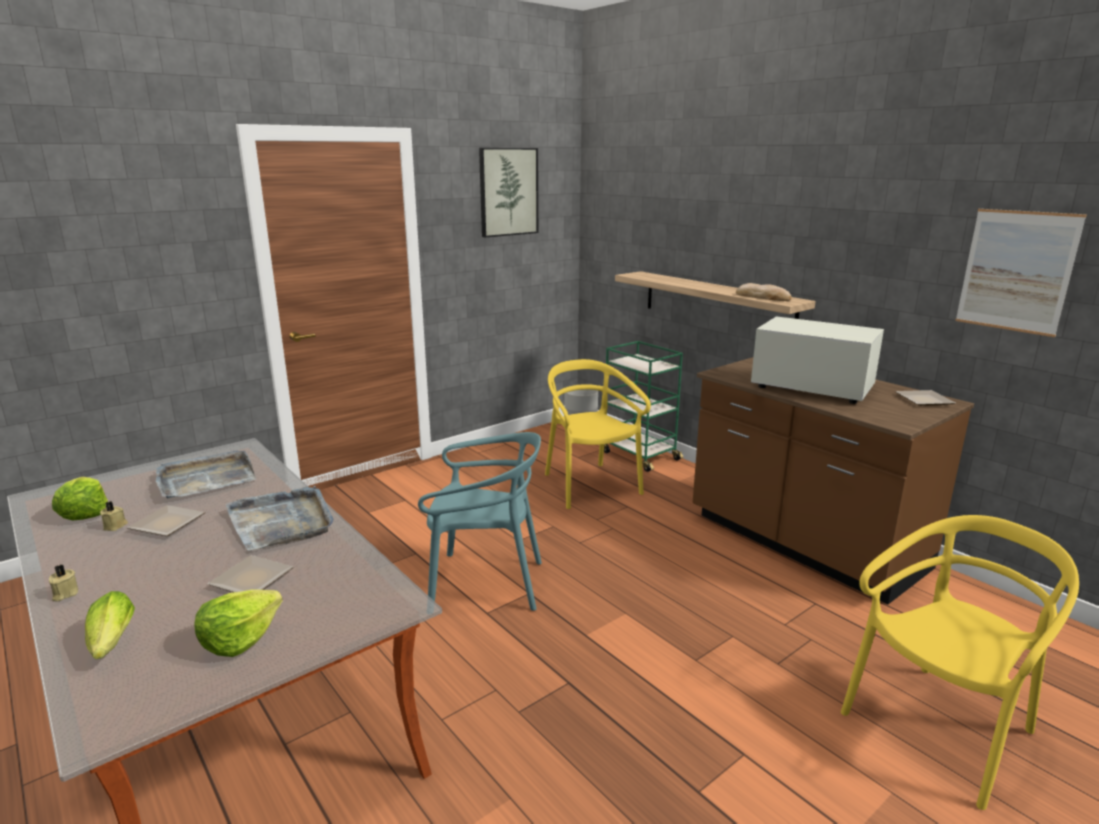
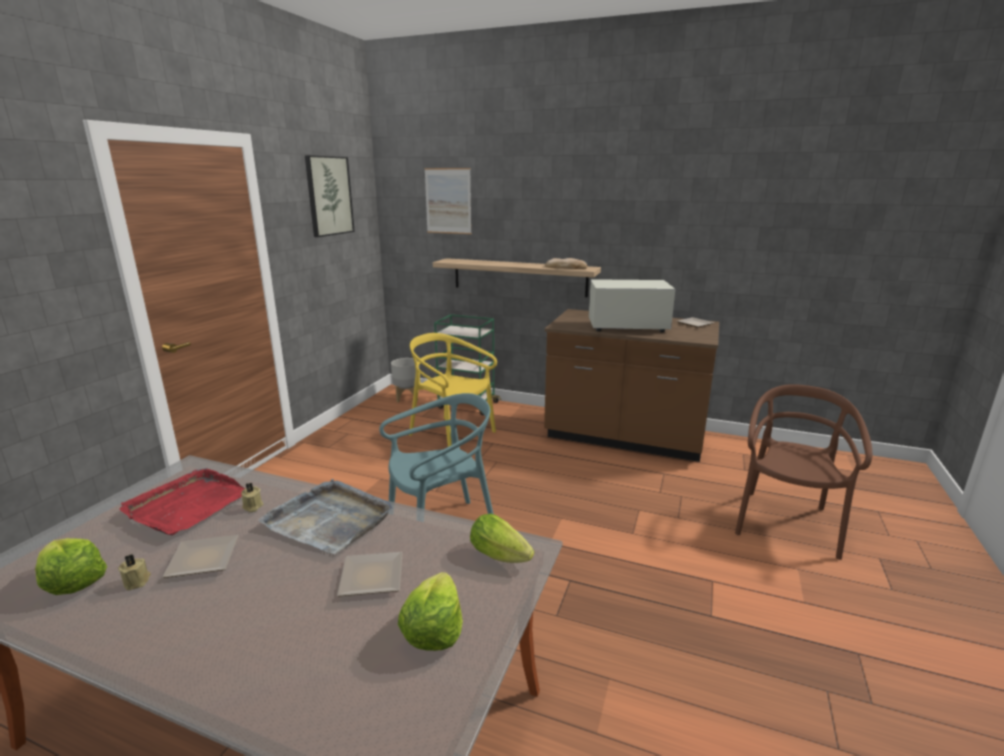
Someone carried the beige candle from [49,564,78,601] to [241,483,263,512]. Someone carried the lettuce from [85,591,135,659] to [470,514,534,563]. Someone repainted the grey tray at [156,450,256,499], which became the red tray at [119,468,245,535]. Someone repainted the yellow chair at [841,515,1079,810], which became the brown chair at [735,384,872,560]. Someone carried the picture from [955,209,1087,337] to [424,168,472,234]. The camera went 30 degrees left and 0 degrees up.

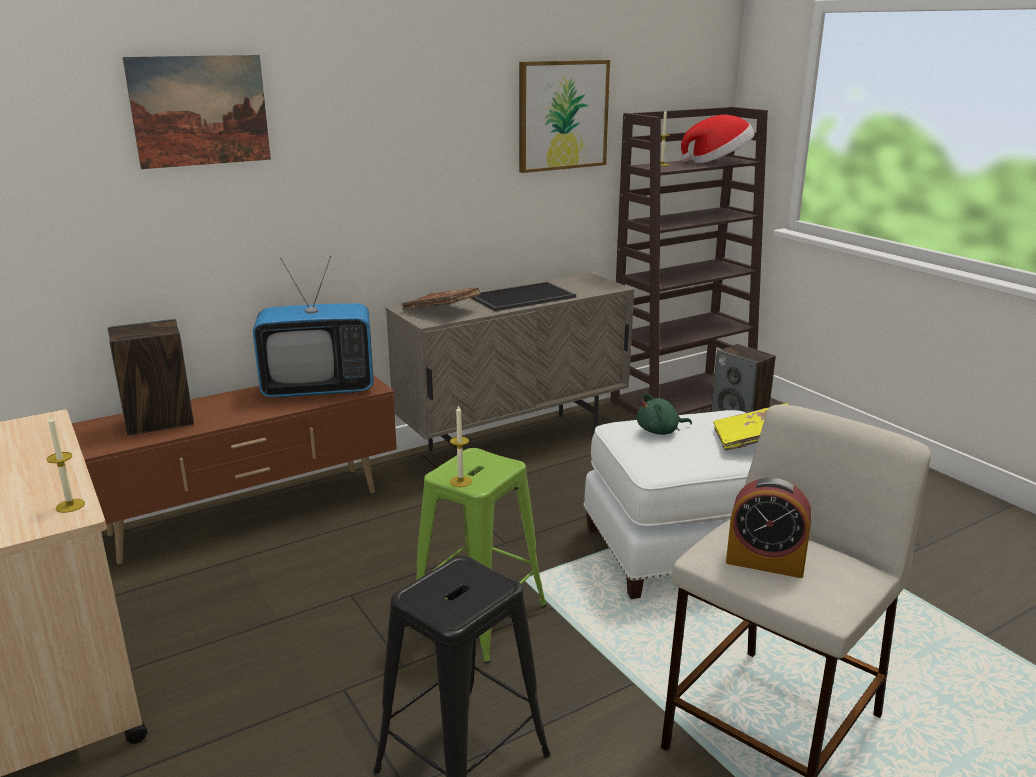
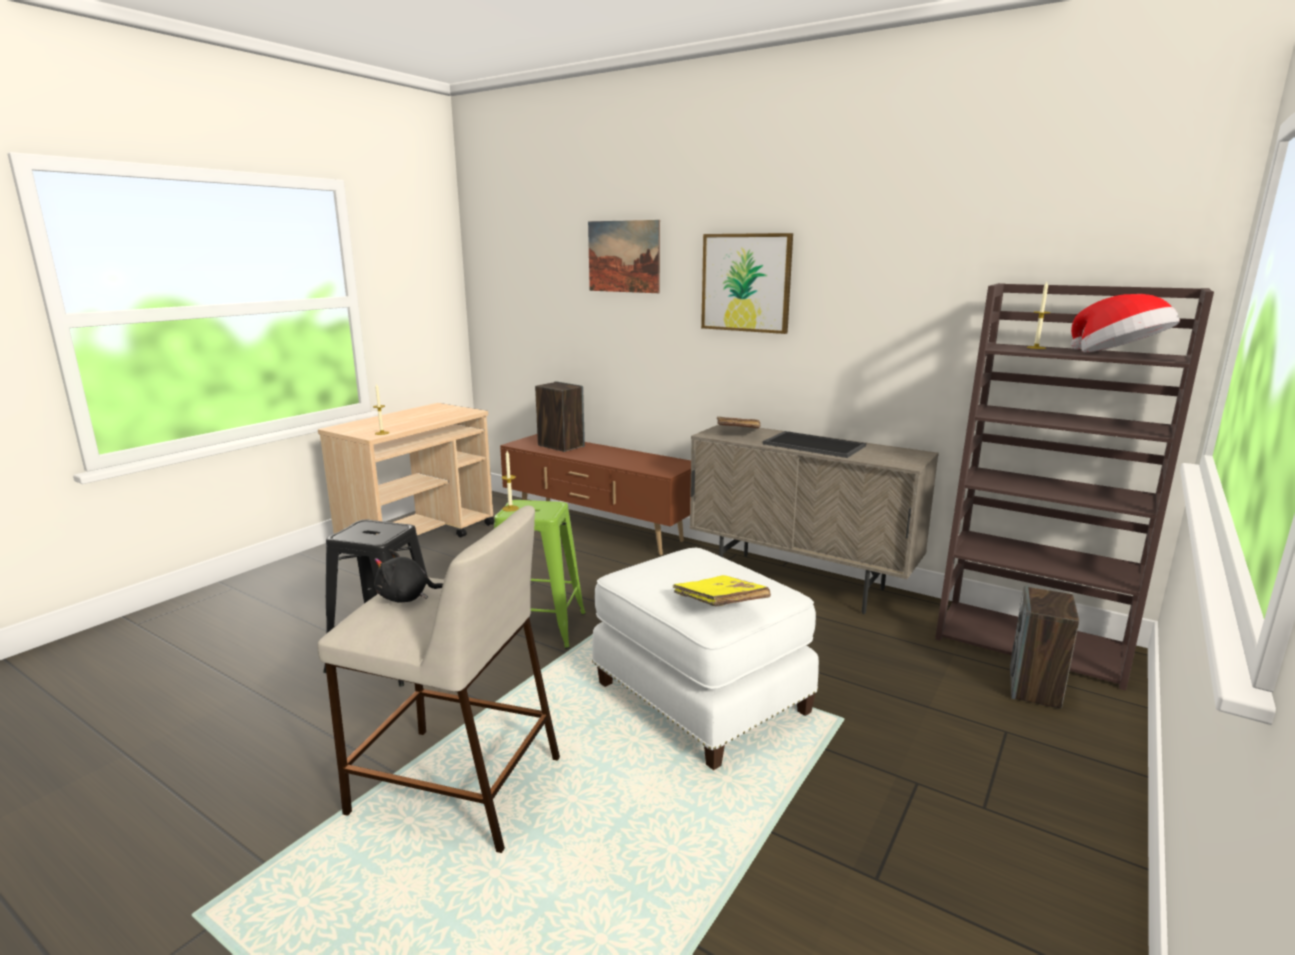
Someone took away the television at [253,256,374,398]. Someone carried the picture from [519,60,610,173] to [701,233,793,334]. Someone took away the green plush toy at [637,393,692,435]. Someone swapped the alarm clock at [726,478,811,578] for the black plush toy at [374,549,443,603]. The camera went 65 degrees right and 5 degrees down.

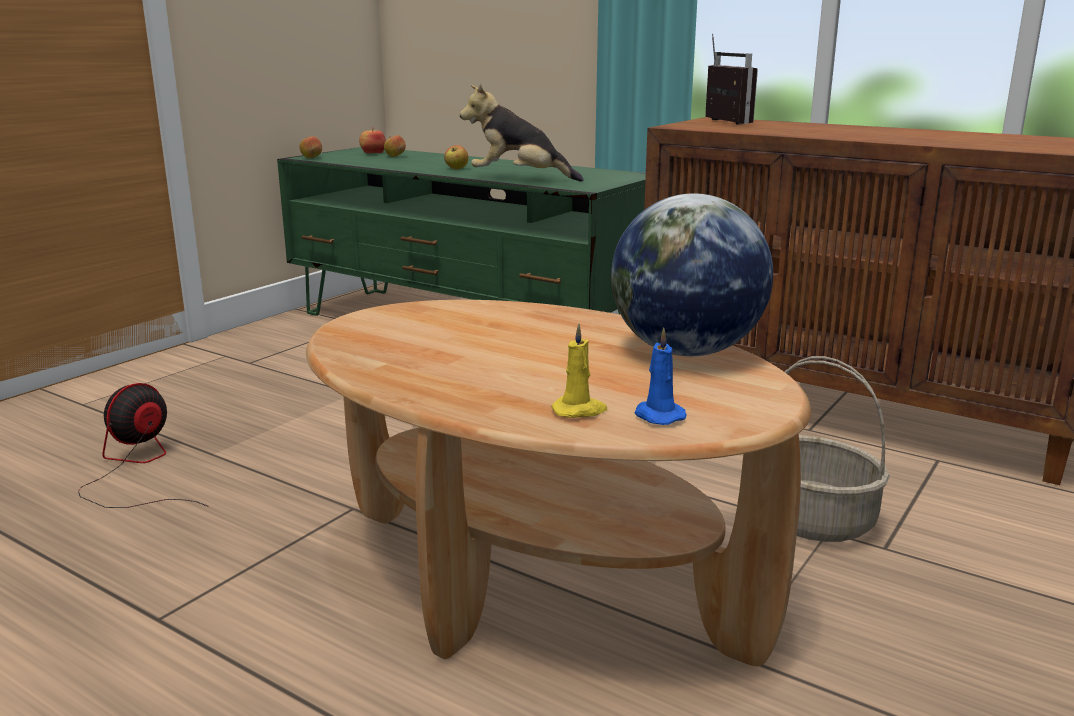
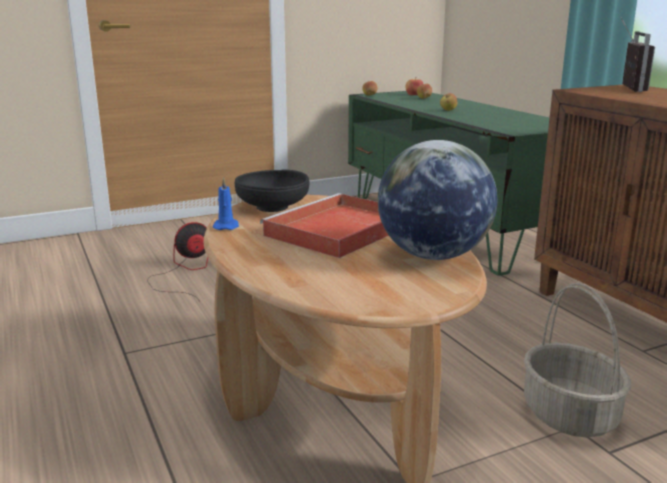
Someone took away the plush toy at [460,84,584,182]. Someone took away the yellow candle at [551,323,607,418]. Someone carried the blue candle from [635,328,687,425] to [213,177,239,230]. Someone put down the black bowl at [235,170,310,212]. Someone put down the red tray at [260,193,389,258]. The camera went 30 degrees right and 0 degrees up.

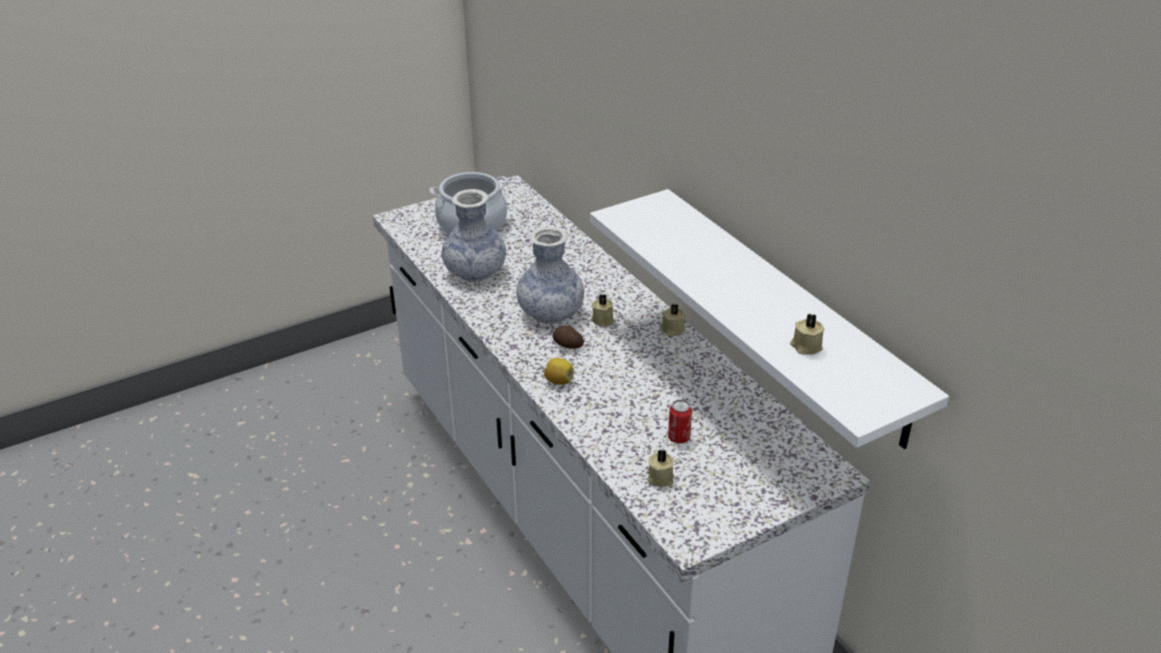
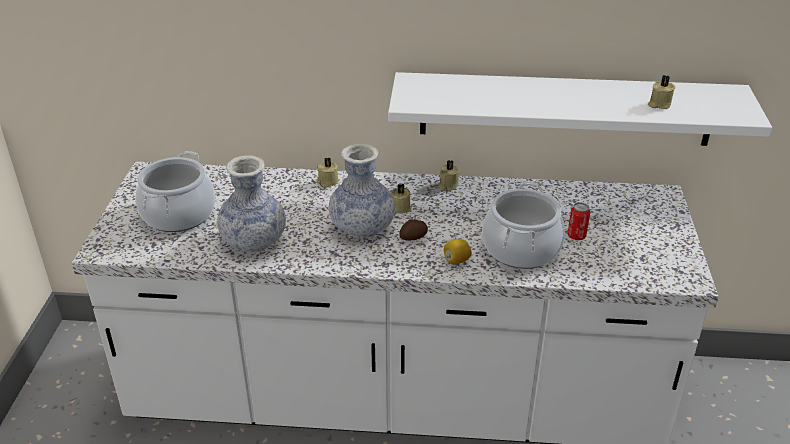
Someone carried the beige candle from [647,450,674,487] to [317,157,339,187]. Someone put down the cooking pot at [482,182,565,269]. The camera went 55 degrees left and 0 degrees up.

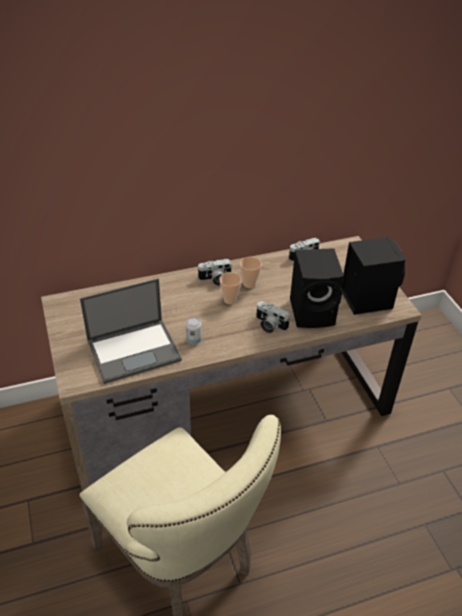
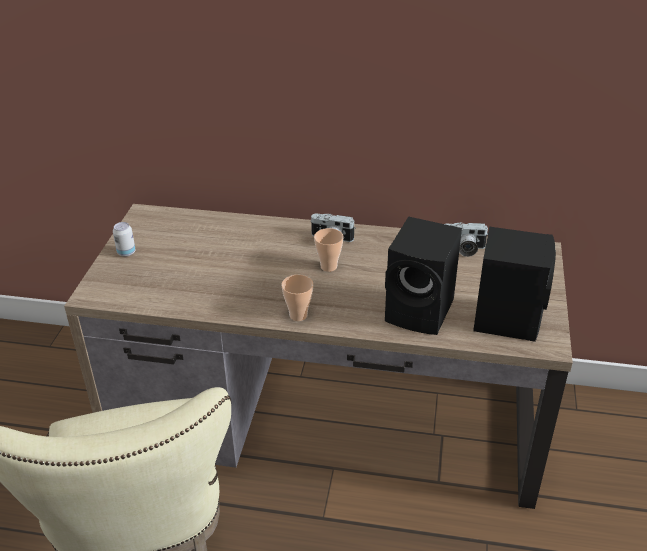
Someone took away the laptop at [80,278,182,384]. Someone carried the can from [186,317,202,345] to [113,222,136,257]. Someone carried the cup from [240,257,262,288] to [282,275,313,321]. Someone took away the photo camera at [256,301,290,333]. The camera went 30 degrees right and 5 degrees down.

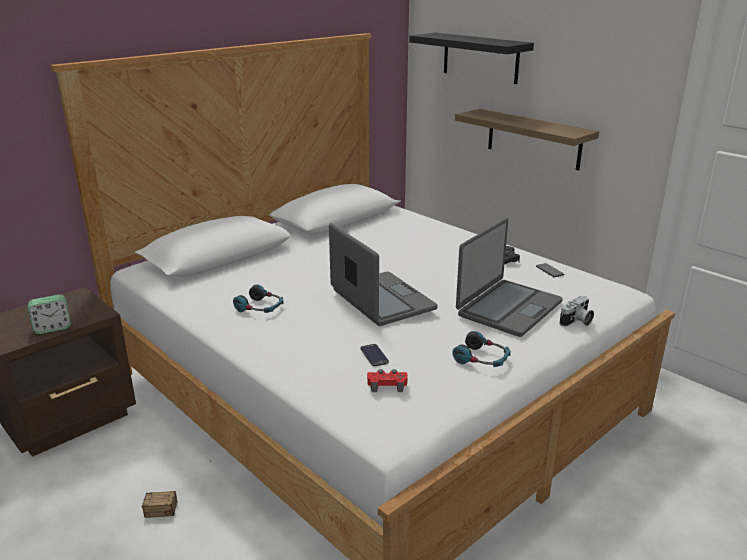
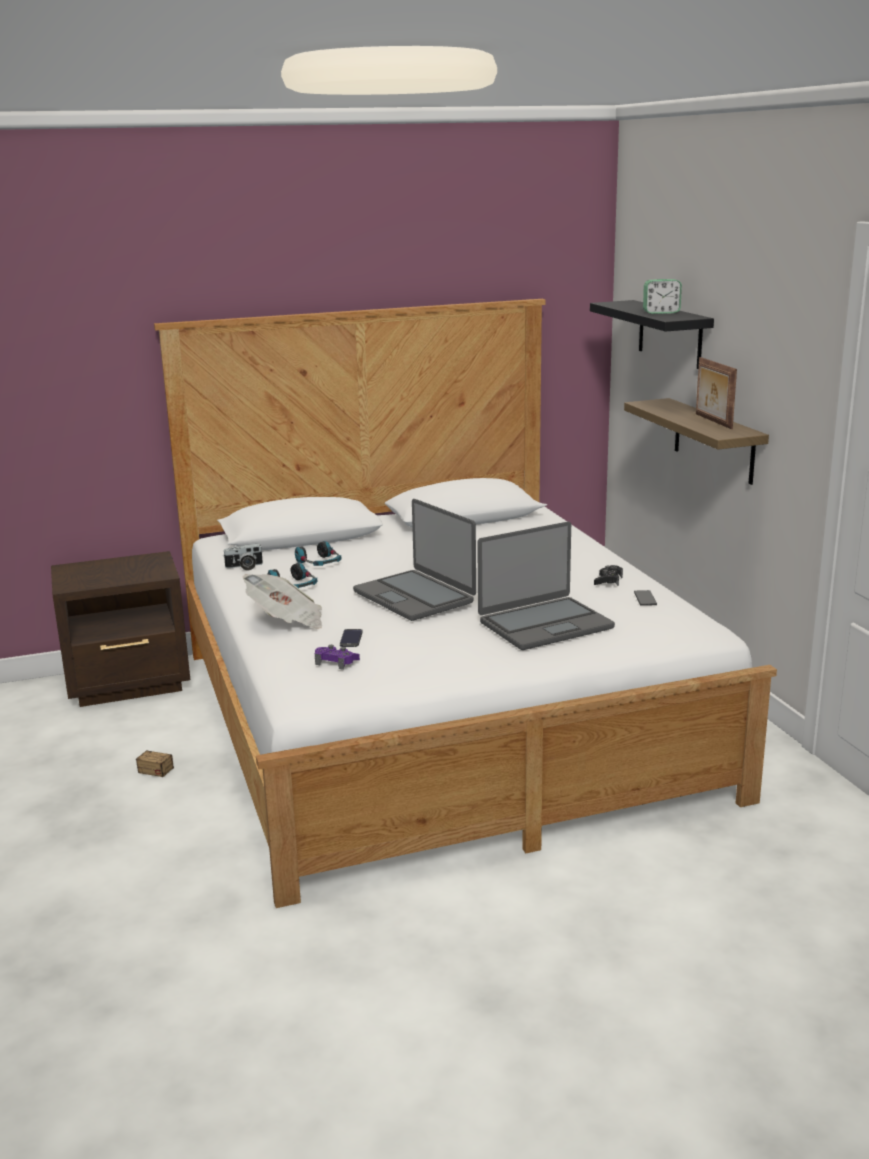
Someone carried the alarm clock from [28,294,71,334] to [643,279,682,314]. Someone rotated the laptop at [329,223,437,326] by 150 degrees clockwise. Someone repainted the red game controller at [367,369,408,392], which became the purple game controller at [315,645,360,670]. Someone carried the headphones from [452,331,511,367] to [295,541,341,566]. Someone carried the photo camera from [559,296,594,327] to [224,544,263,570]. Someone put down the newspaper at [243,574,322,629]. Someone put down the picture frame at [696,357,737,429]. The camera went 25 degrees right and 5 degrees down.

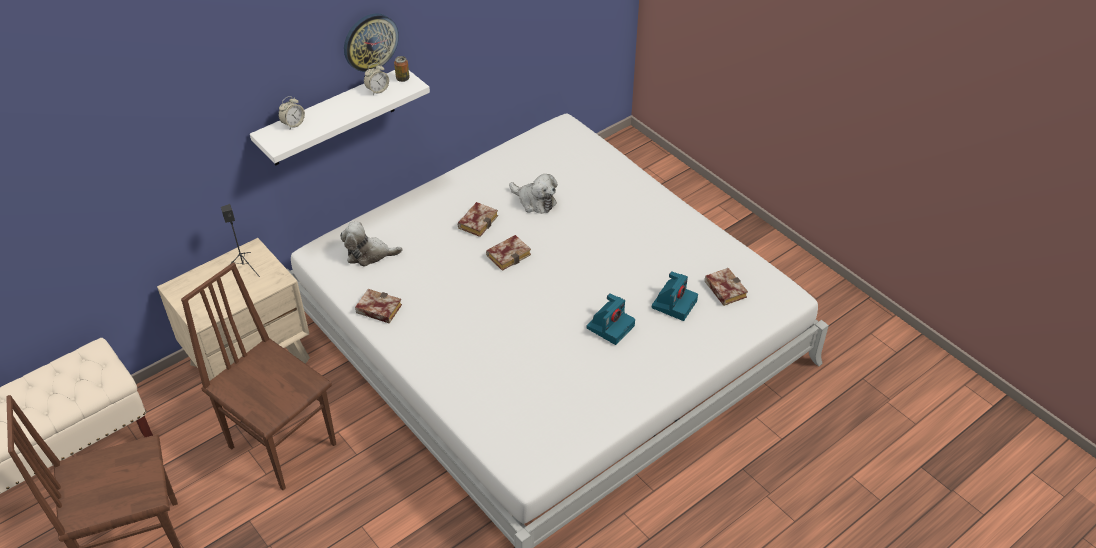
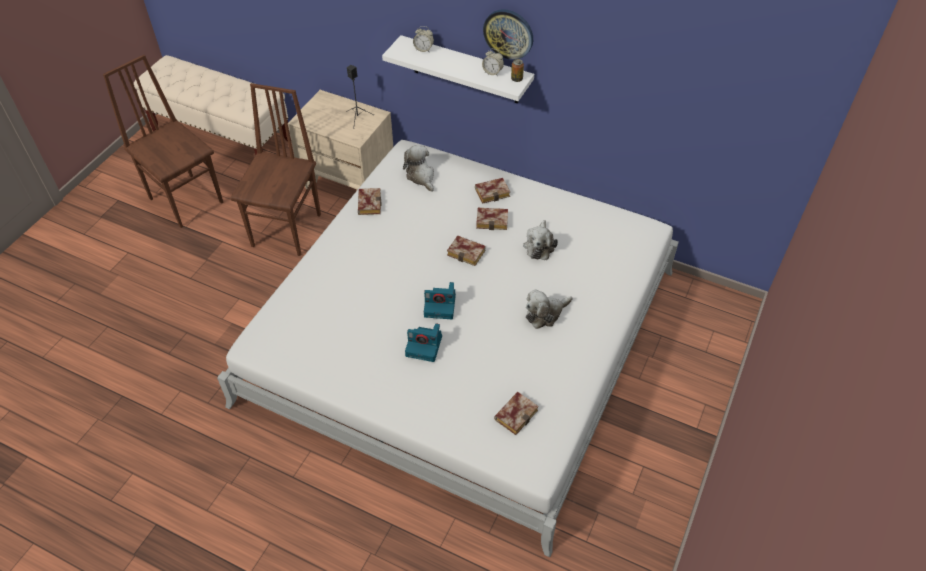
Someone carried the photo camera from [652,271,698,321] to [424,282,456,319]. Someone put down the book at [475,178,510,204]. Someone put down the plush toy at [526,289,572,329]. The camera went 65 degrees right and 5 degrees up.

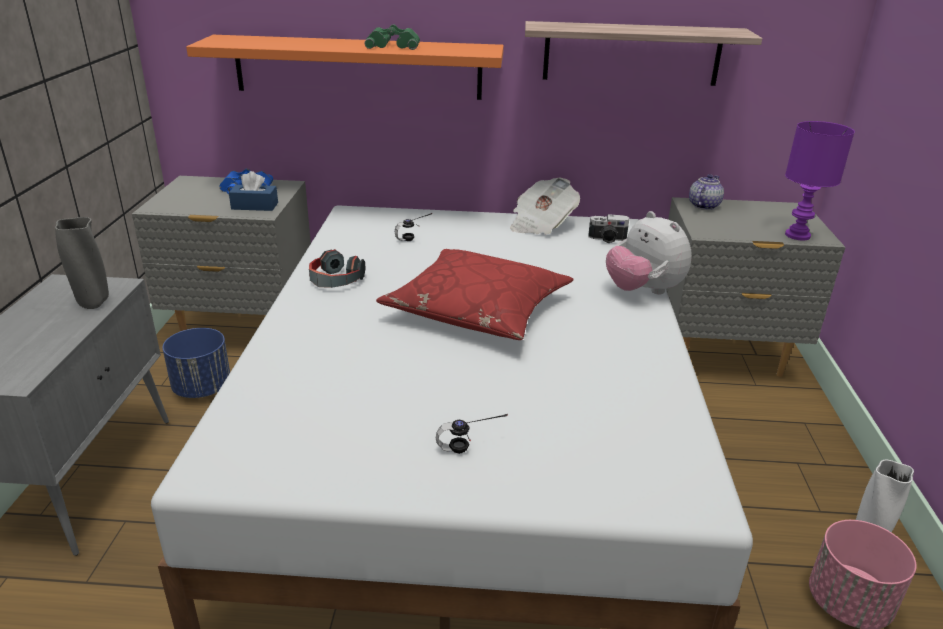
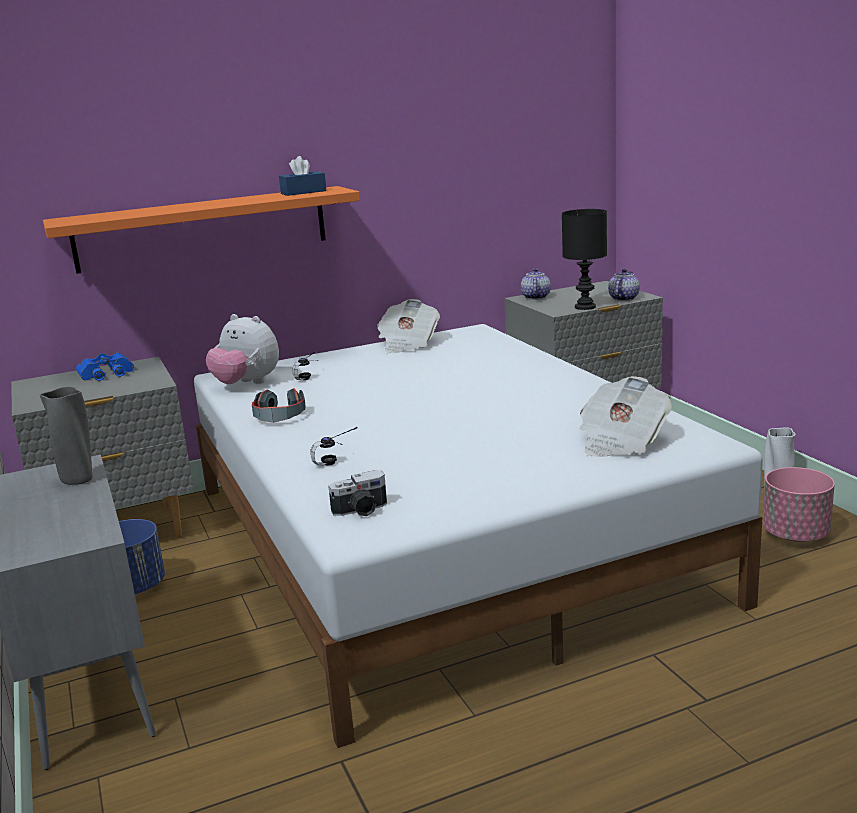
Someone carried the blue tissue box from [229,171,278,211] to [279,156,327,196]. Someone took away the green binoculars at [364,24,420,50]. Someone took away the red pillow at [376,249,574,340]. Someone carried the headphones from [436,414,508,454] to [311,427,357,466]. Someone took away the shelf at [525,21,762,86]. Someone carried the photo camera from [588,214,629,243] to [328,470,387,516]. Someone carried the plush toy from [606,211,692,295] to [206,314,279,384]. Someone swapped the purple table lamp at [785,121,855,240] for the teapot at [608,269,640,301]. Someone put down the black table lamp at [562,209,607,310]. Someone put down the newspaper at [579,376,672,457]. The camera went 25 degrees left and 10 degrees down.

